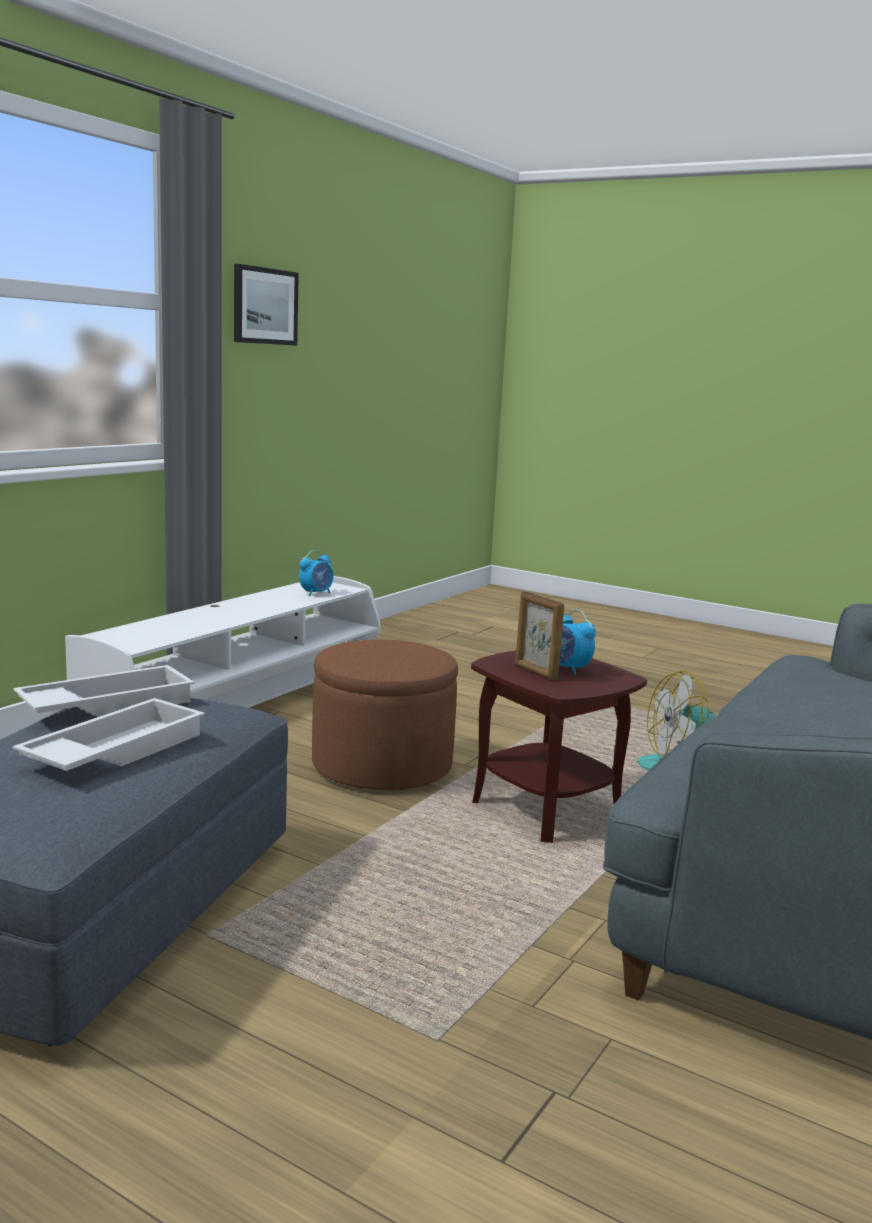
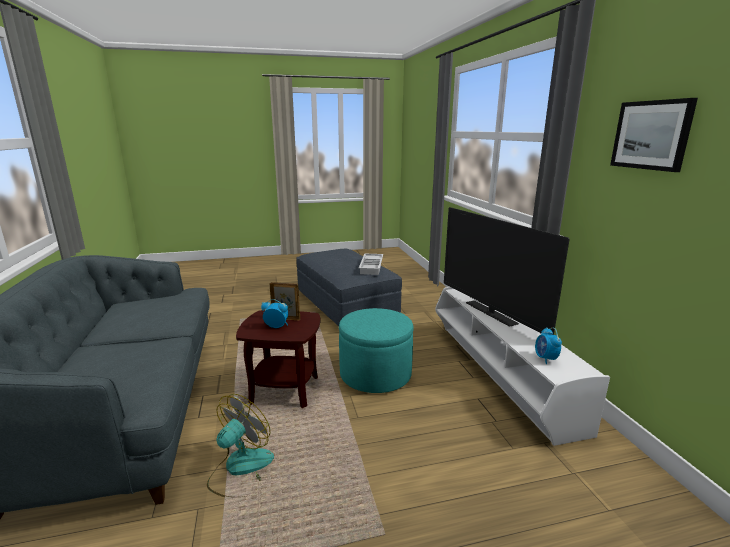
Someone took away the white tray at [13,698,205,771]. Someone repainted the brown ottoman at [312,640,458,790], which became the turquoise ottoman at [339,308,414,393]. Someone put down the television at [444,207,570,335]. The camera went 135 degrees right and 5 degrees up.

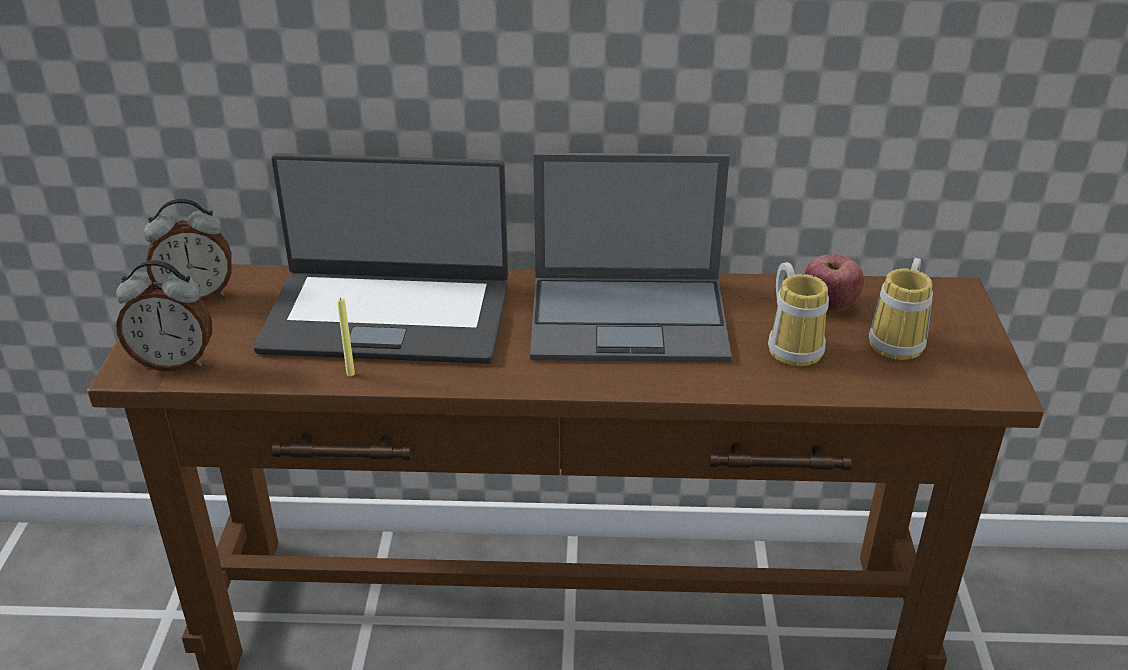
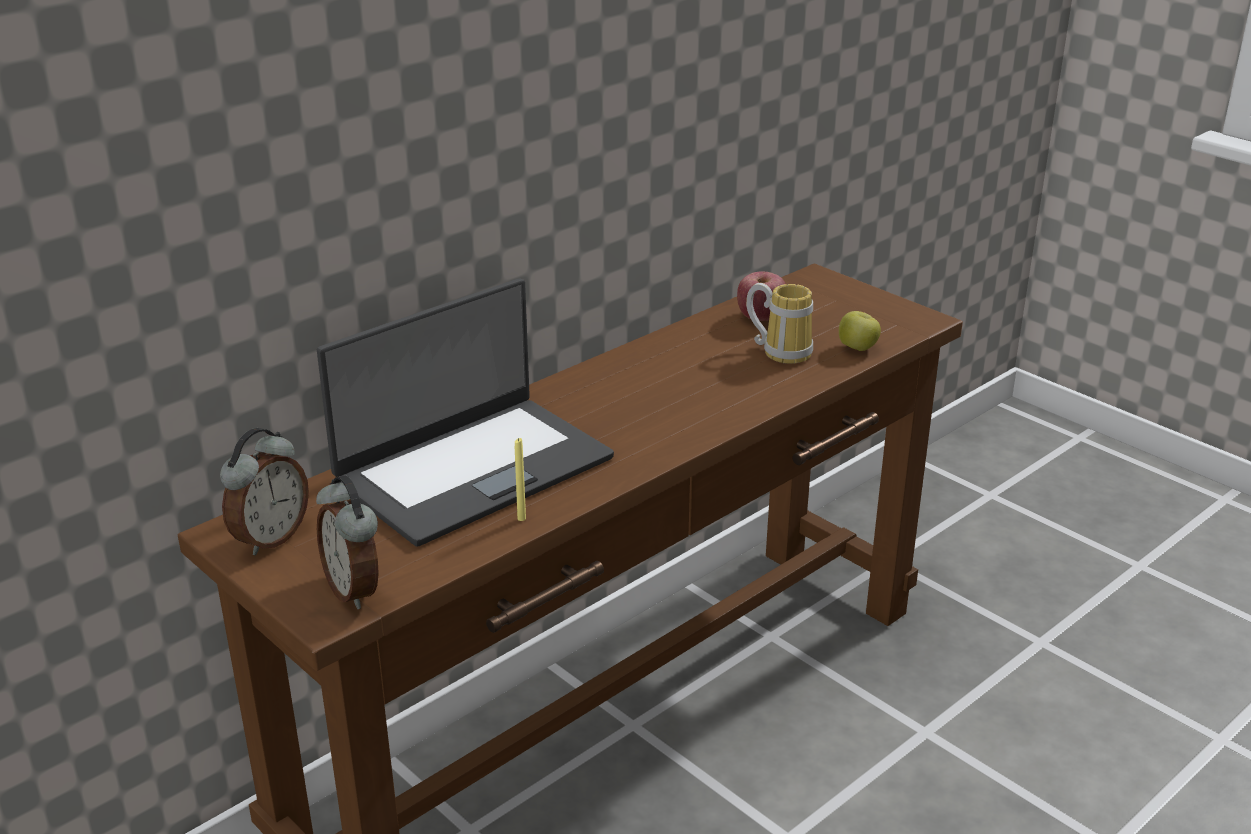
Someone rotated the alarm clock at [116,260,212,372] by 105 degrees clockwise. Someone took away the laptop at [530,153,732,362]. Someone took away the mug at [869,258,933,360]. Someone put down the apple at [839,311,881,351]. The camera went 45 degrees left and 5 degrees down.

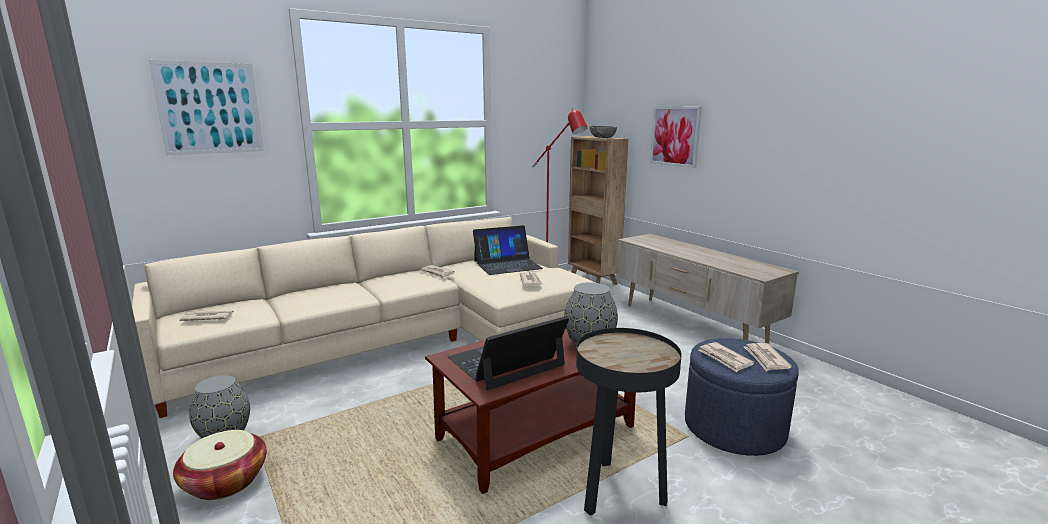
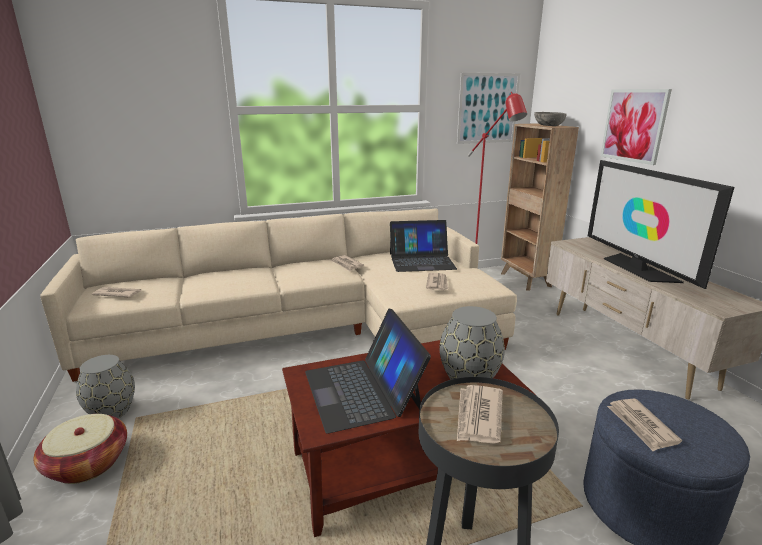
Someone carried the picture from [149,60,264,155] to [457,73,520,144]. Someone rotated the laptop at [448,316,569,390] by 90 degrees counterclockwise. Someone carried the newspaper from [744,343,792,371] to [457,385,503,444]. Someone put down the television at [588,160,734,289]. The camera went 15 degrees right and 5 degrees up.

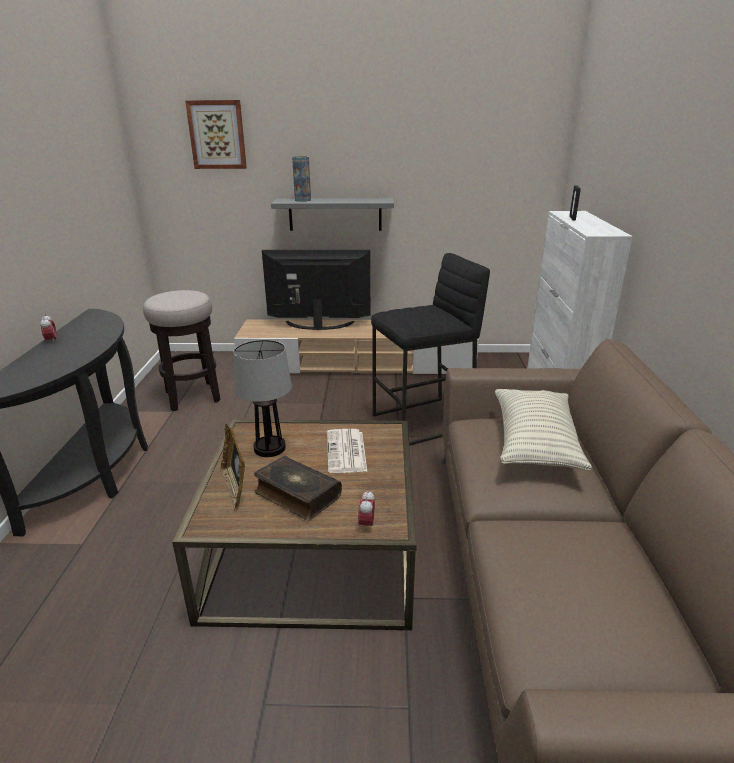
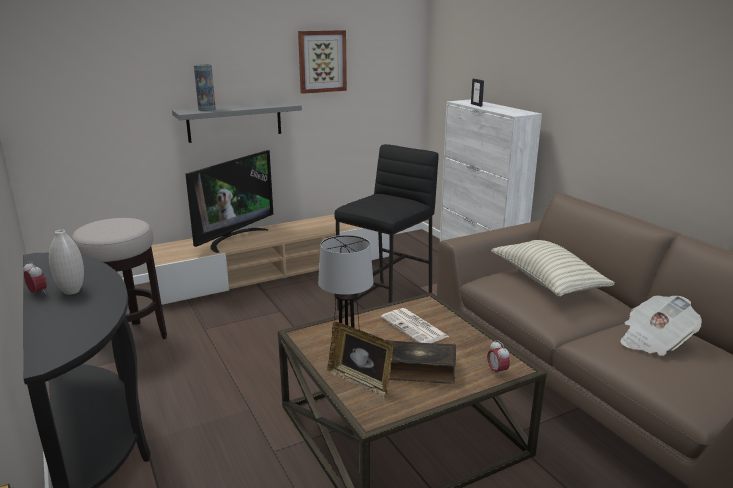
Someone carried the picture from [185,100,247,169] to [298,30,347,94]. Someone rotated the television at [262,250,370,330] by 150 degrees clockwise. Someone put down the white vase at [49,230,84,295]. Someone put down the newspaper at [620,296,702,356]. The camera went 30 degrees left and 5 degrees down.

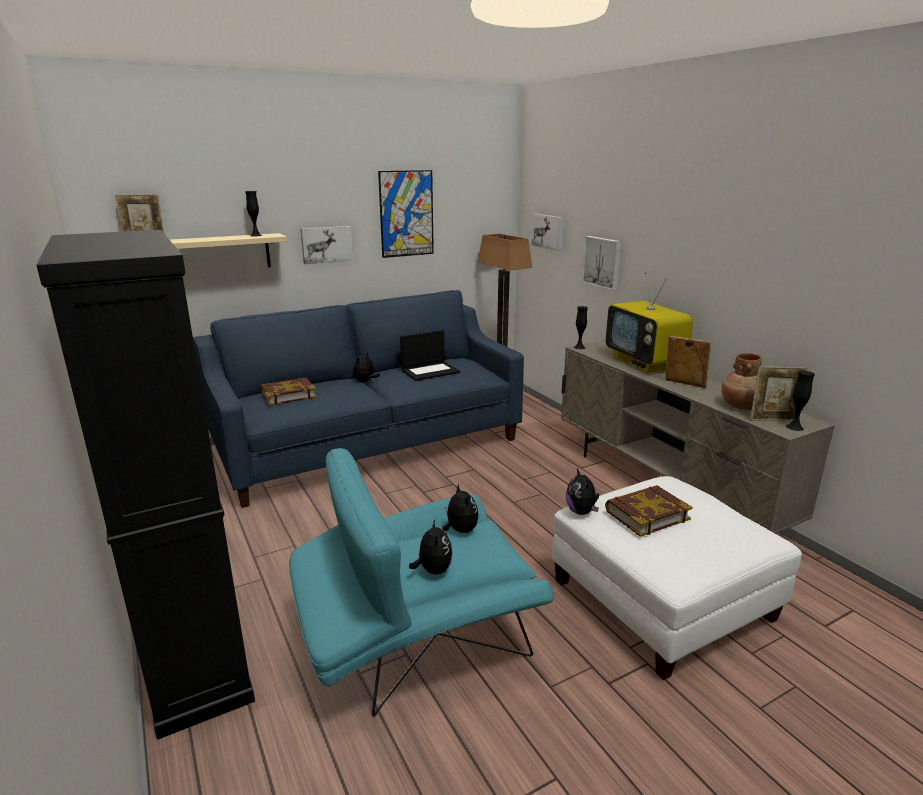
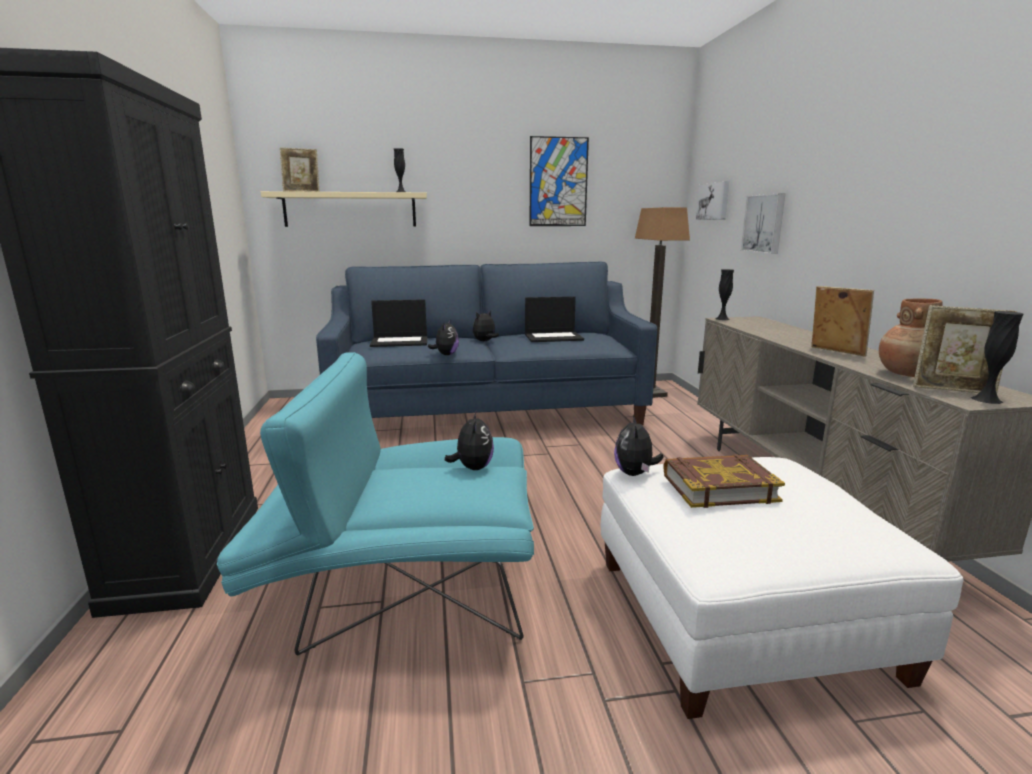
Someone swapped the book at [260,378,317,406] for the laptop at [370,300,427,347]. Someone took away the picture at [301,226,353,264]. Someone carried the plush toy from [409,519,453,574] to [428,319,459,355]. Someone took away the television at [605,272,693,373]. The camera went 20 degrees right and 5 degrees down.

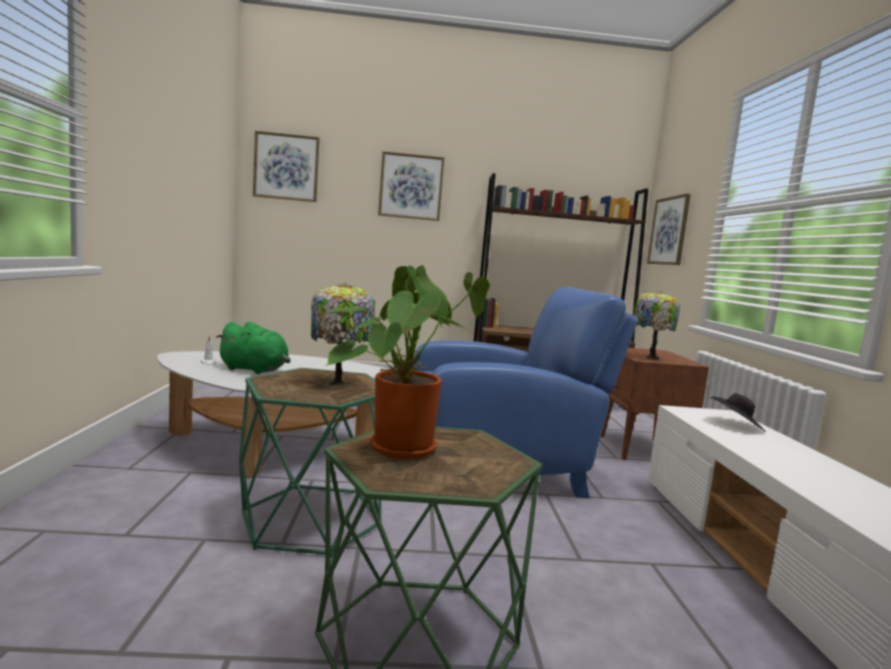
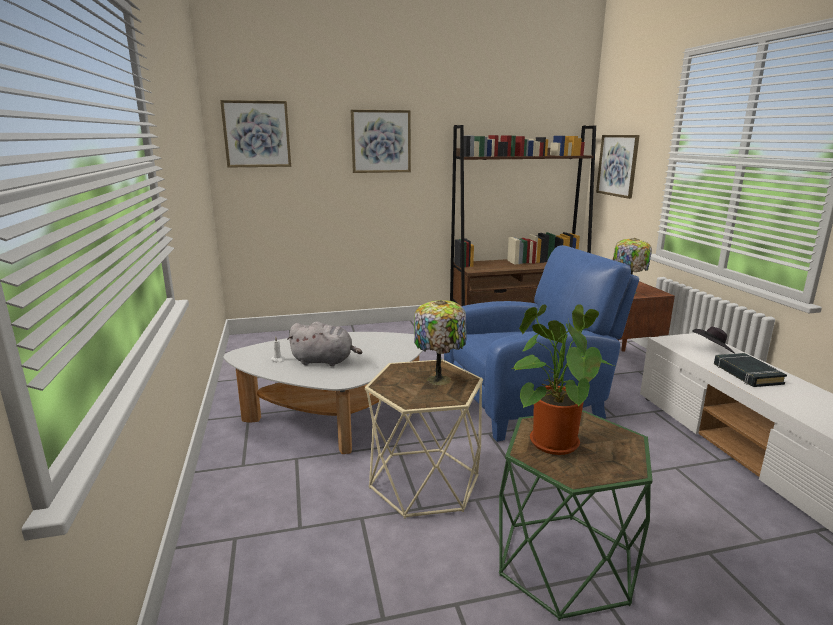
Someone repainted the green plush toy at [215,322,291,374], which became the grey plush toy at [287,322,362,366]. Someone repainted the green side table at [239,368,382,557], which became the beige side table at [365,359,483,519]. Someone put down the black book at [714,353,787,387]. The camera went 10 degrees left and 10 degrees up.

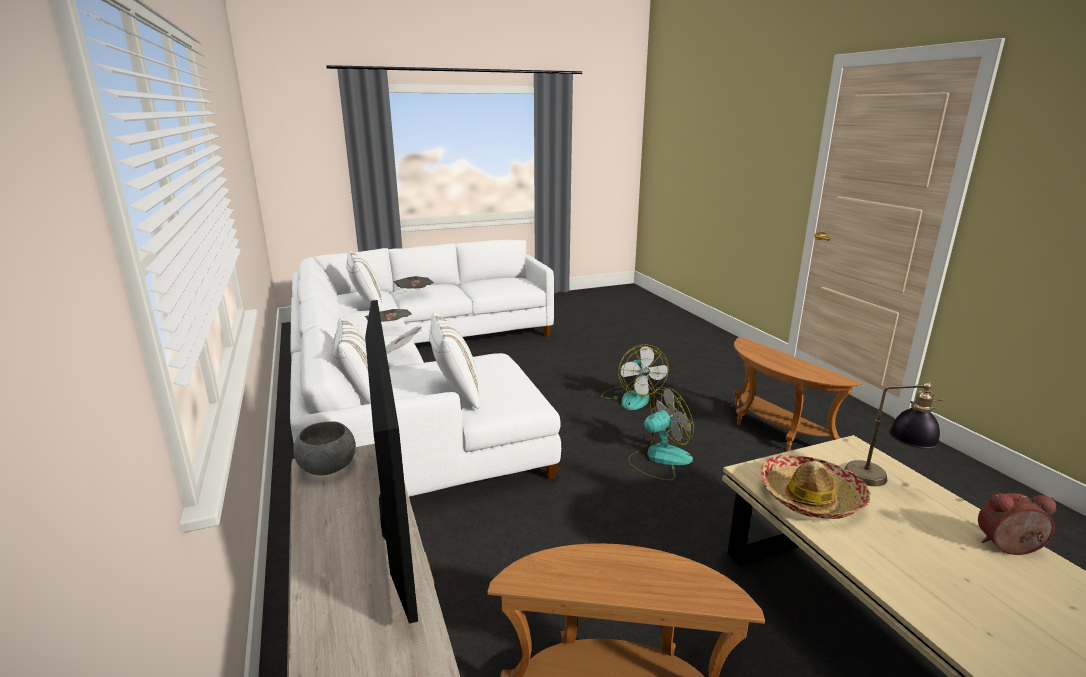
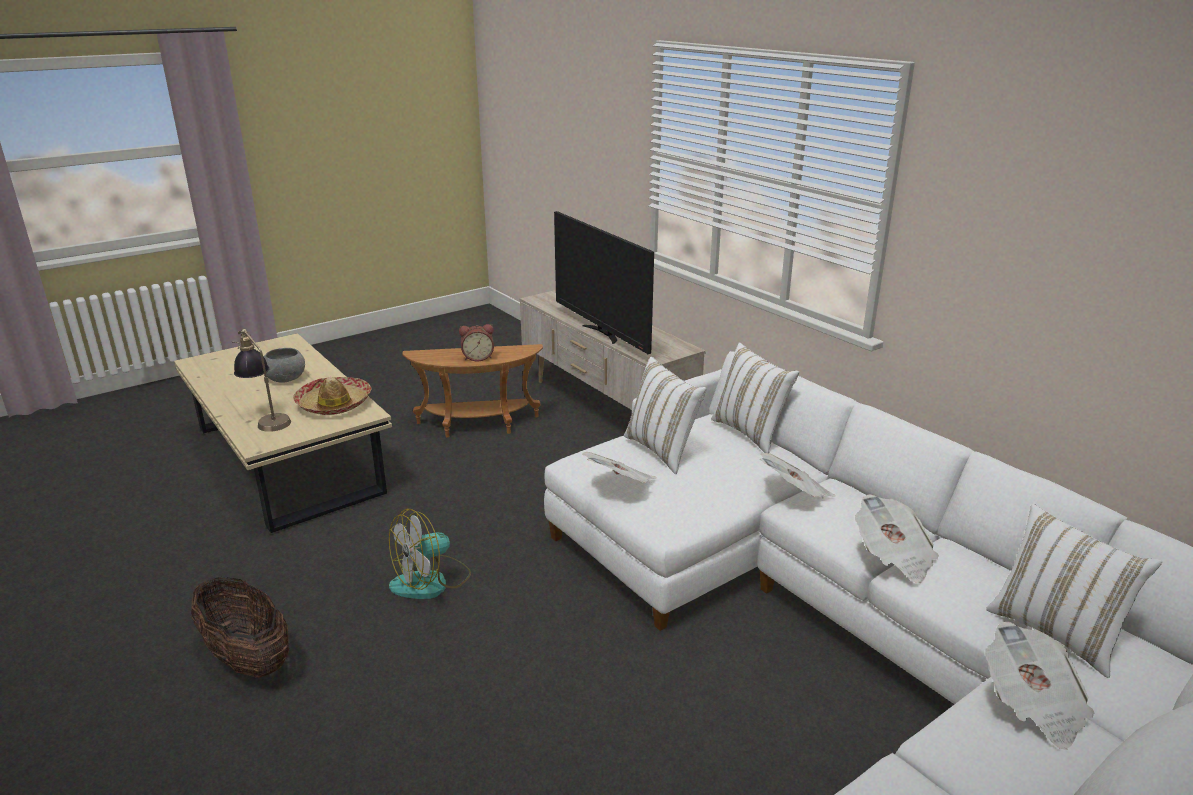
Someone carried the grey bowl from [293,421,356,475] to [264,348,305,383]. Someone took away the fan at [601,345,669,410]. Someone swapped the brown side table at [733,337,863,451] for the basket at [191,577,289,678]. Someone carried the alarm clock from [978,493,1056,555] to [459,324,494,361]. Someone put down the newspaper at [582,452,657,483]. The camera went 165 degrees right and 5 degrees up.

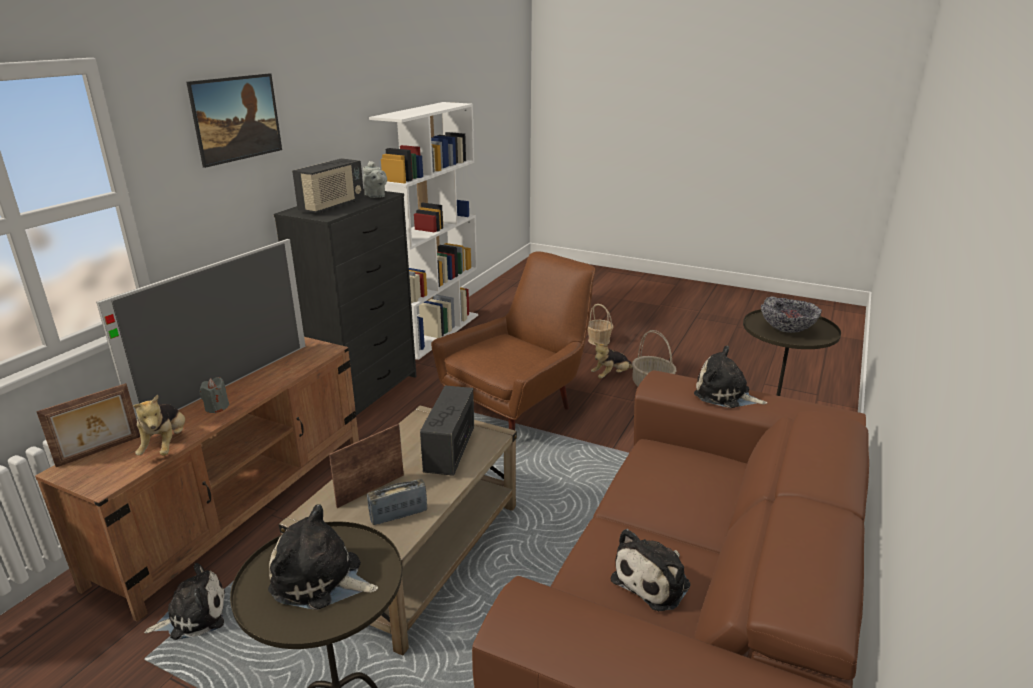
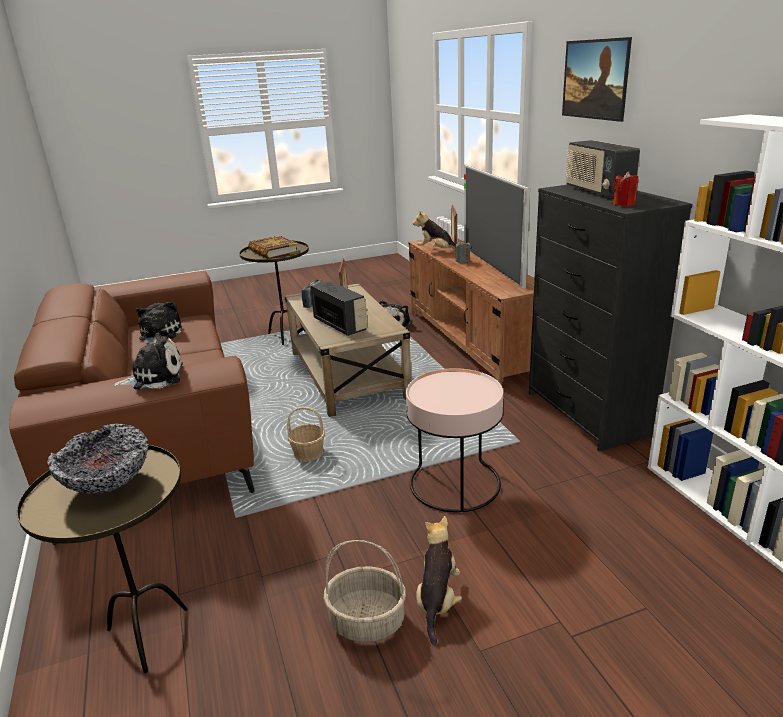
Someone swapped the plush toy at [268,504,378,610] for the book at [248,235,299,259]. Someone swapped the grey teapot at [363,161,387,198] for the red candle at [612,172,639,207]. Someone swapped the brown armchair at [431,251,596,430] for the pink side table at [406,368,503,513]. Someone carried the basket from [588,304,614,345] to [287,406,325,462]. The camera went 135 degrees right and 0 degrees up.

